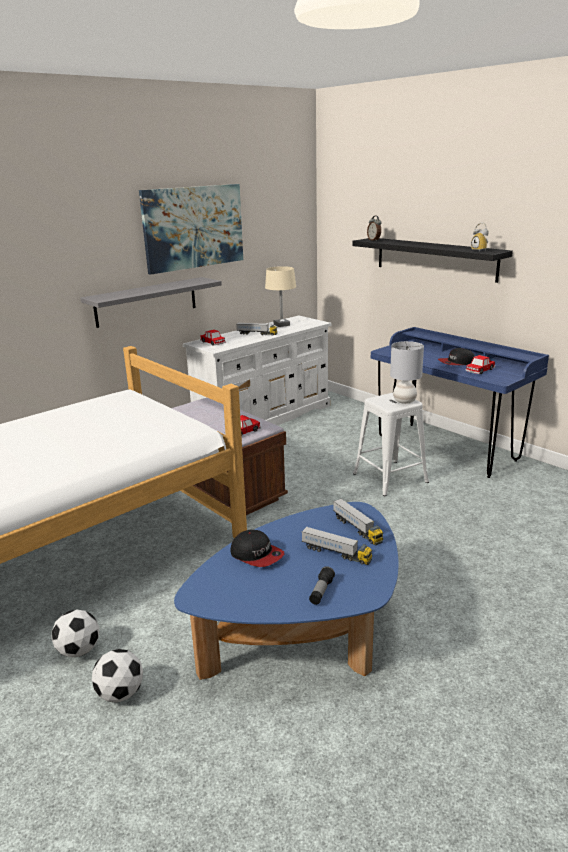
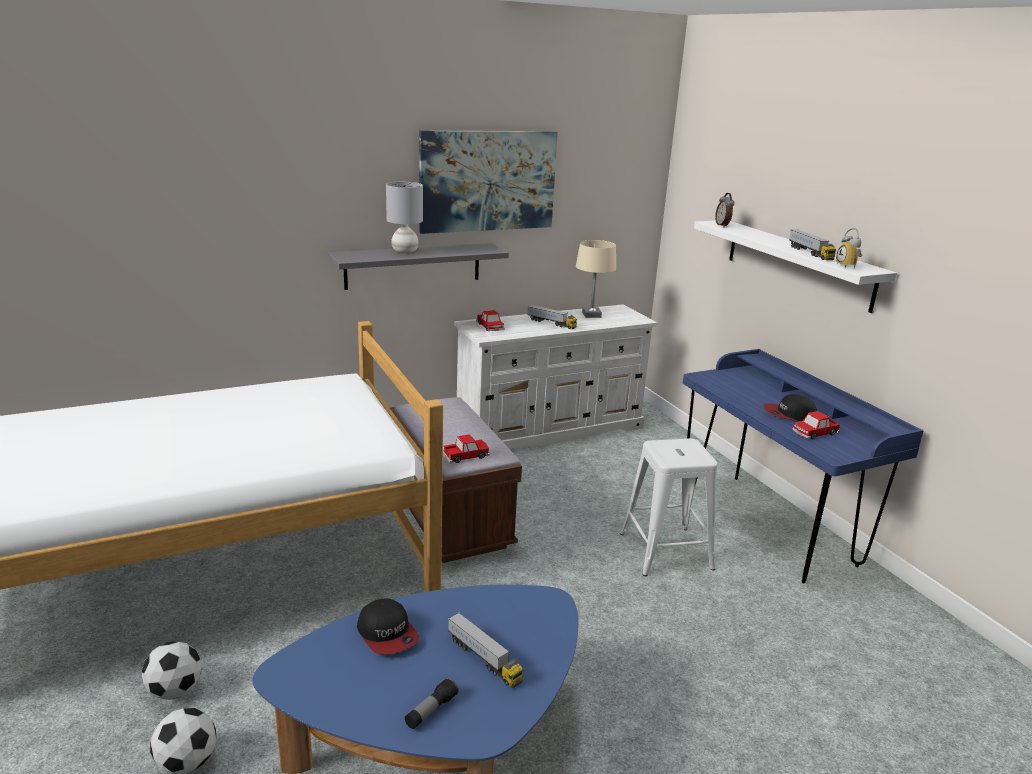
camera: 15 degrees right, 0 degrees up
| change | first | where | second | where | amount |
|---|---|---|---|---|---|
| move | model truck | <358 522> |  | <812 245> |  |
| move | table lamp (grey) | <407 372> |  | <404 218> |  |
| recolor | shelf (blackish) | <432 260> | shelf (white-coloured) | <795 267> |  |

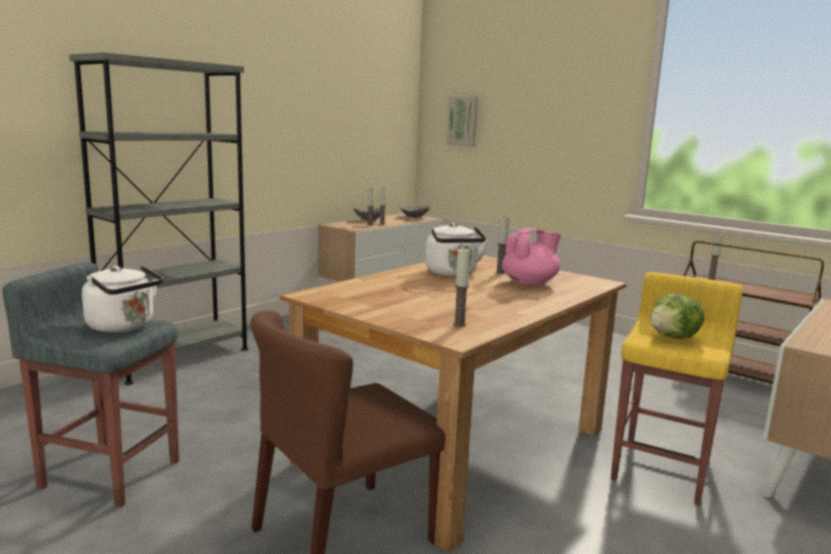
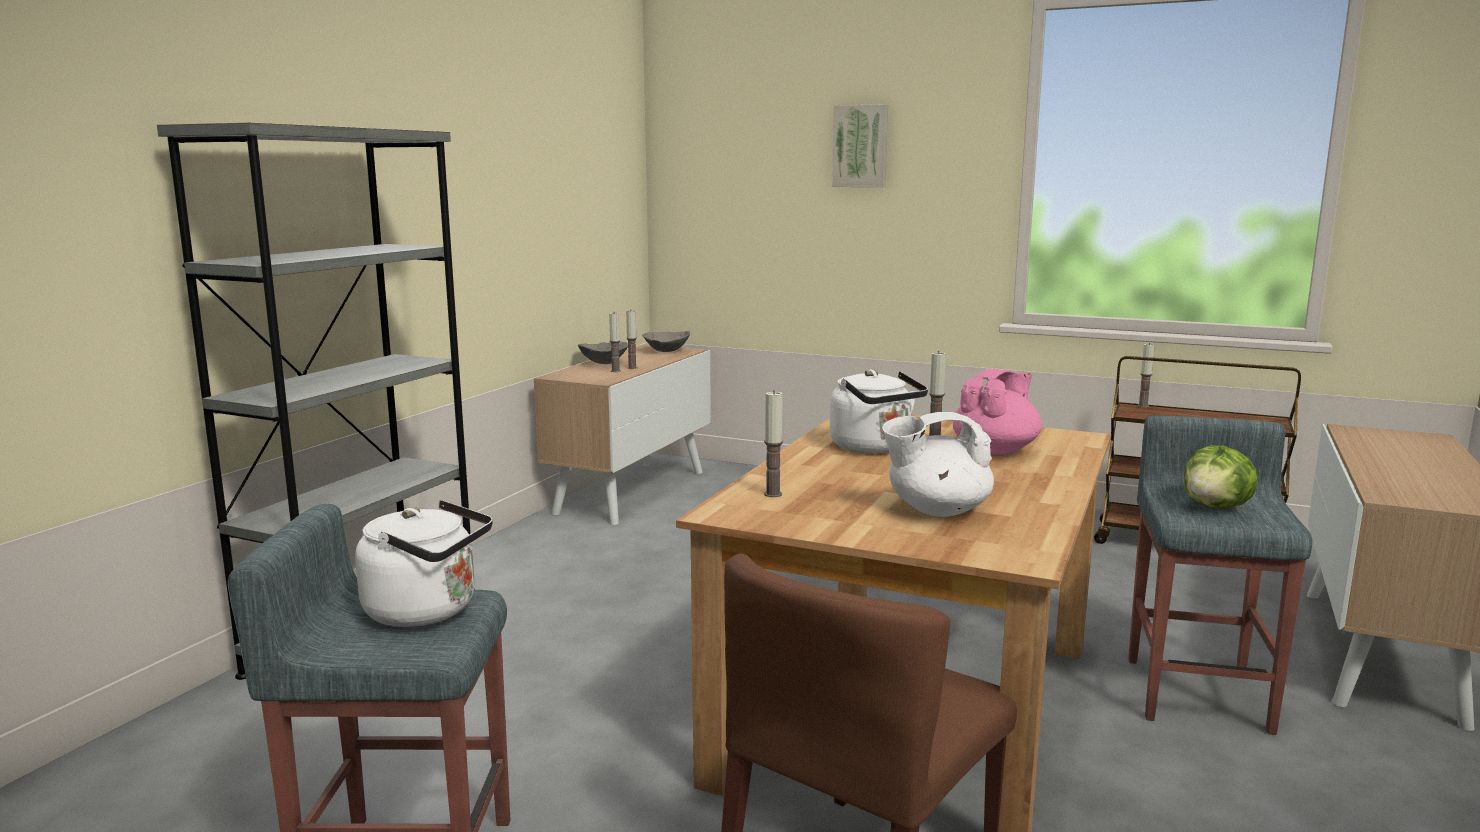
camera: 15 degrees left, 0 degrees up
| change | first | where | second | where | amount |
|---|---|---|---|---|---|
| insert |  |  | teapot (white-coloured) | <938 464> |  |
| move | wall picture | <462 122> |  | <860 145> |  |
| move | candle | <461 288> |  | <773 443> |  |
| recolor | sitting stool (yellowish) | <677 388> | sitting stool (grey) | <1220 575> |  |

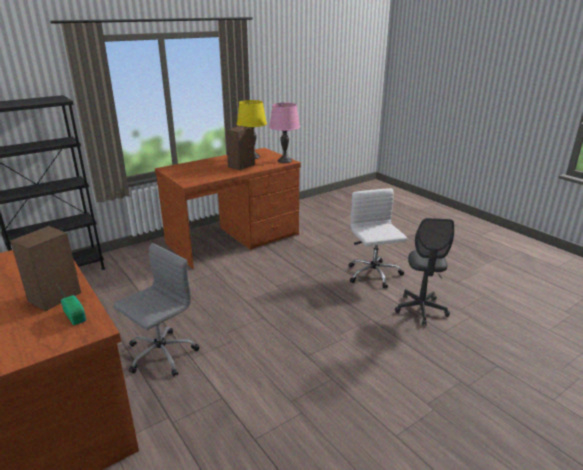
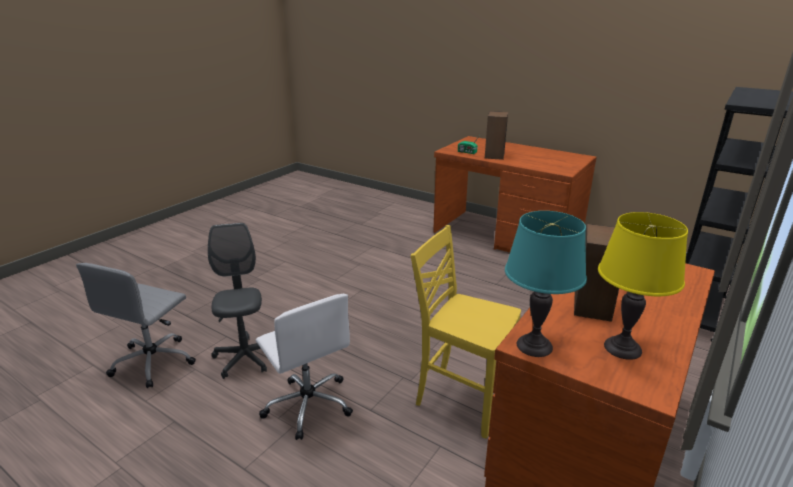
camera: 160 degrees right, 0 degrees up
| change | first | where | second | where | amount |
|---|---|---|---|---|---|
| insert |  |  | upright chair (yellowish) | <466 332> |  |
| move | desk chair (grey) | <156 309> |  | <136 325> |  |
| recolor | table lamp (pinkish) | <284 133> | table lamp (turquoise) | <546 284> |  |

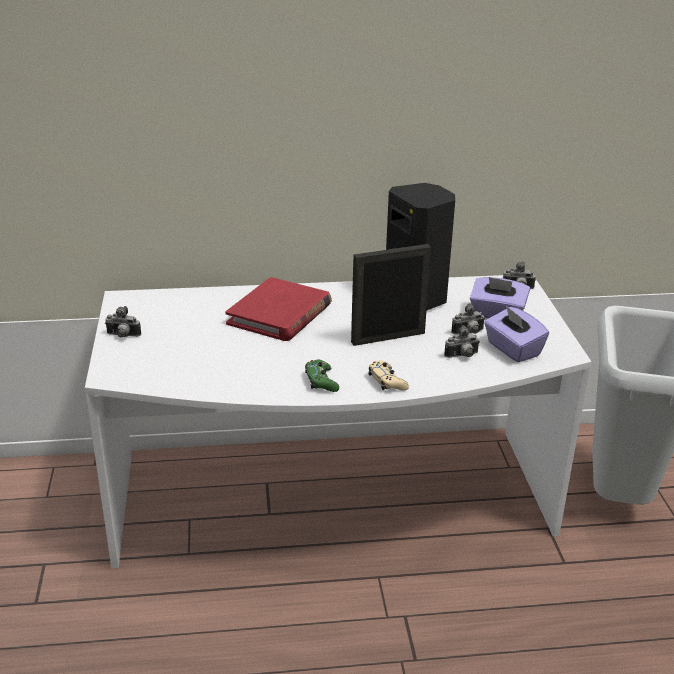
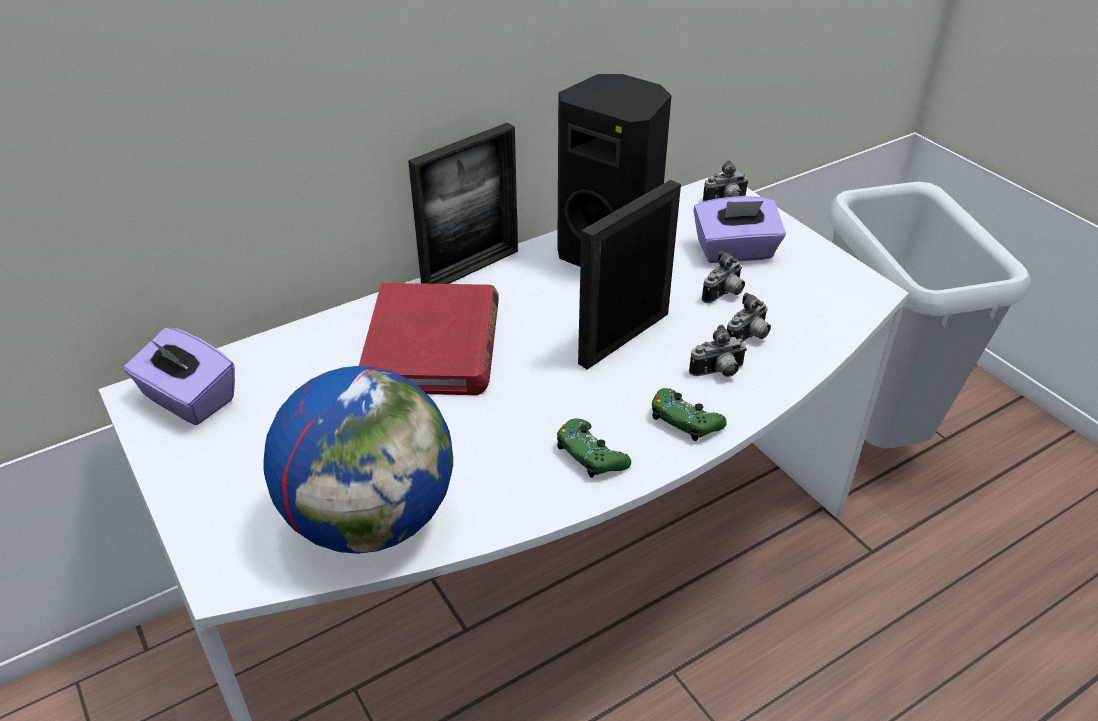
camera: 25 degrees left, 10 degrees up
| change | first | where | second | where | amount |
|---|---|---|---|---|---|
| insert |  |  | world globe | <358 460> |  |
| insert |  |  | photo frame | <463 203> |  |
| move | photo camera | <123 322> |  | <718 351> |  |
| move | tissue box (purple) | <516 334> |  | <179 376> |  |
| recolor | joypad (sand-coloured) | <389 375> | joypad (green-coloured) | <689 414> |  |

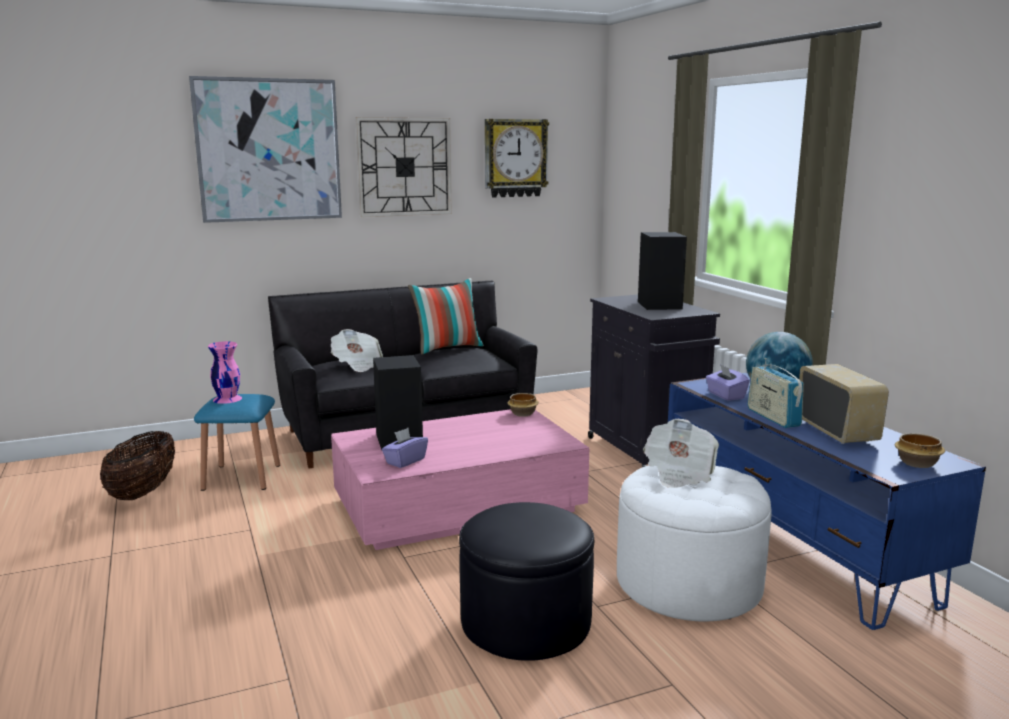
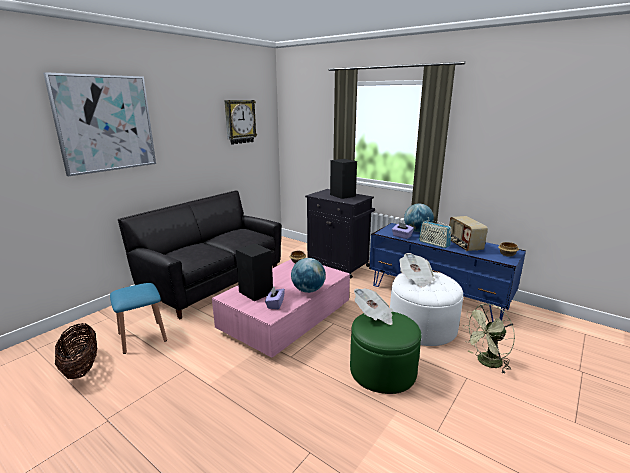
camera: 30 degrees left, 5 degrees up
| change | first | where | second | where | amount |
|---|---|---|---|---|---|
| delete | flower vase (pinkish) | <225 372> |  |  |  |
| delete | hanging clock | <403 167> |  |  |  |
| delete | cushion | <446 316> |  |  |  |
| insert |  |  | world globe | <308 275> |  |
| insert |  |  | electric fan (green-coloured) | <488 339> |  |
| move | printed paper | <357 350> |  | <373 306> |  |
| recolor | pouffe (blackish) | <526 581> | pouffe (green-coloured) | <385 353> |  |
| rotate | radio receiver | <844 404> |  | <468 234> | 150 degrees counterclockwise |

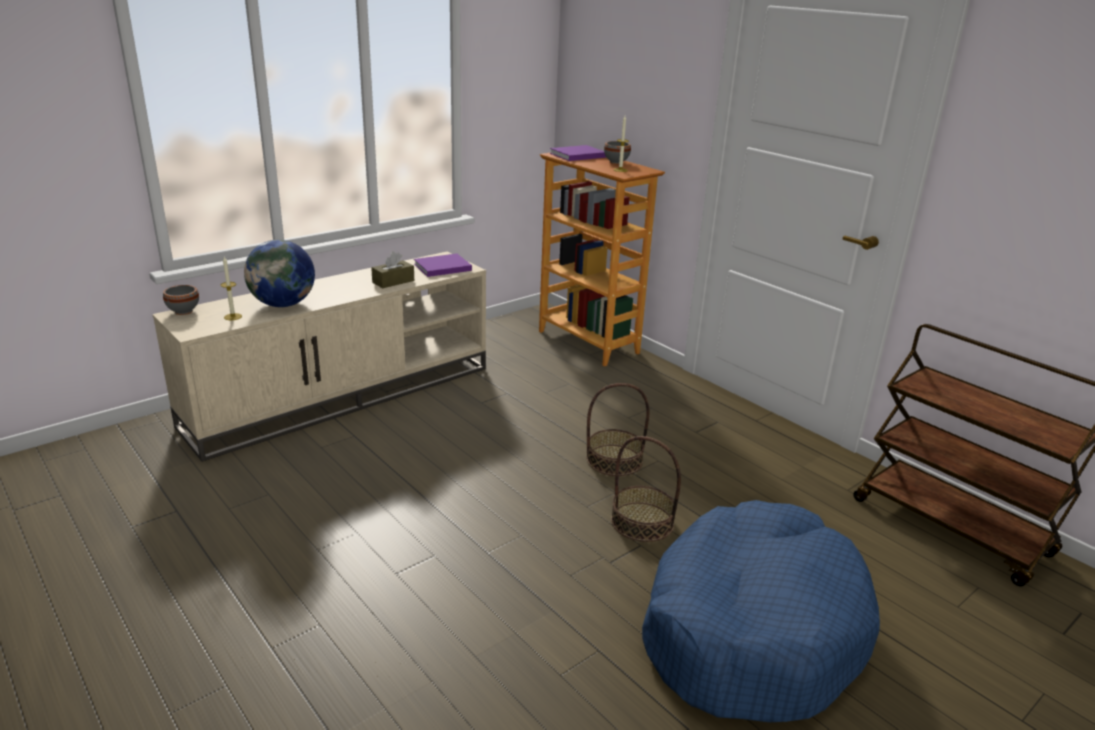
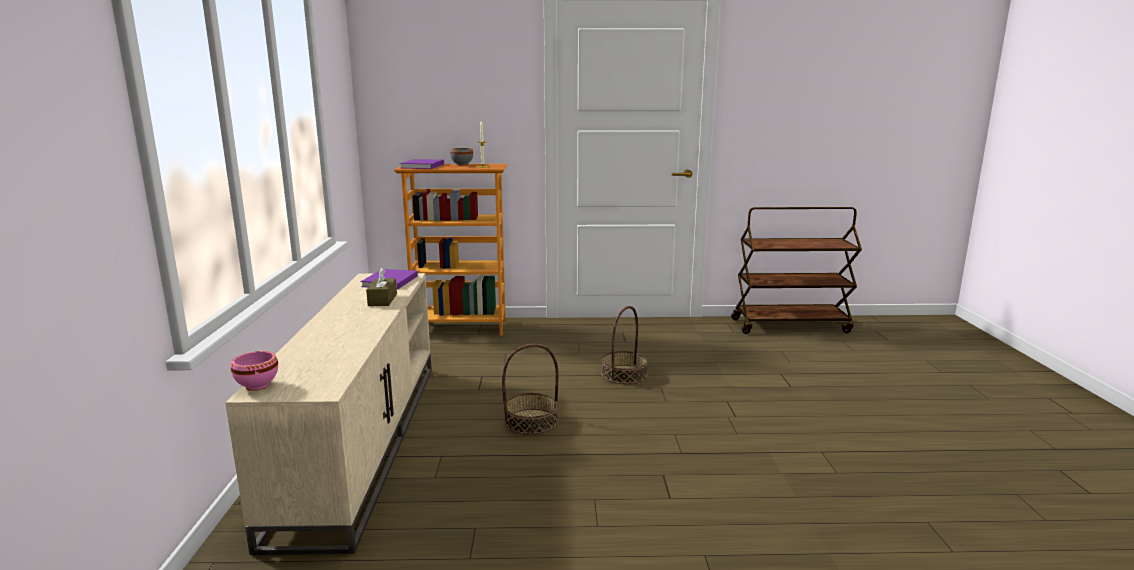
camera: 50 degrees left, 10 degrees down
| change | first | where | second | where | amount |
|---|---|---|---|---|---|
| delete | candle | <231 288> |  |  |  |
| delete | world globe | <279 273> |  |  |  |
| delete | pet bed (blue-coloured) | <761 611> |  |  |  |
| move | basket | <646 489> |  | <530 389> |  |
| recolor | deep dish (grey) | <181 300> | deep dish (pinkish) | <254 371> |  |

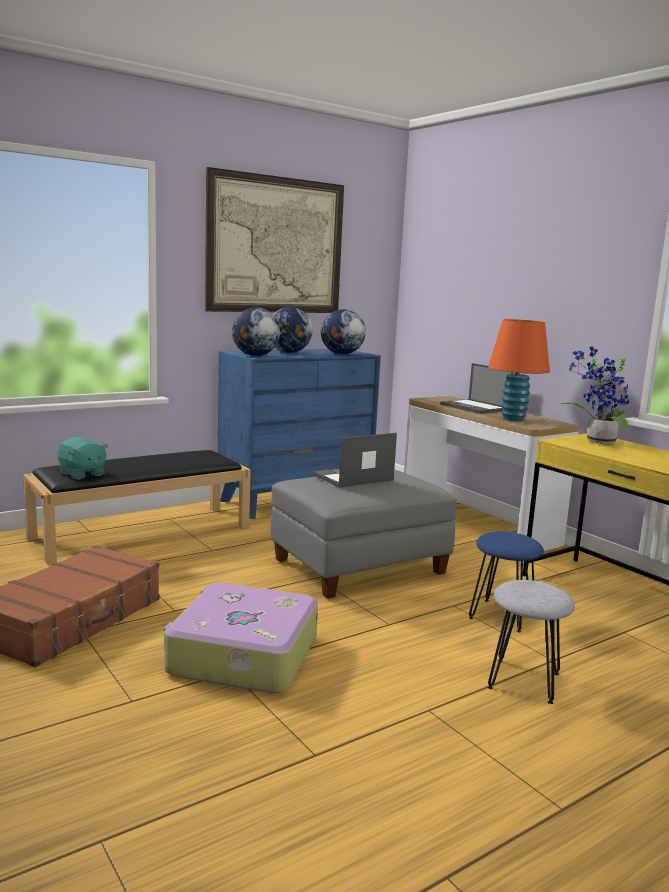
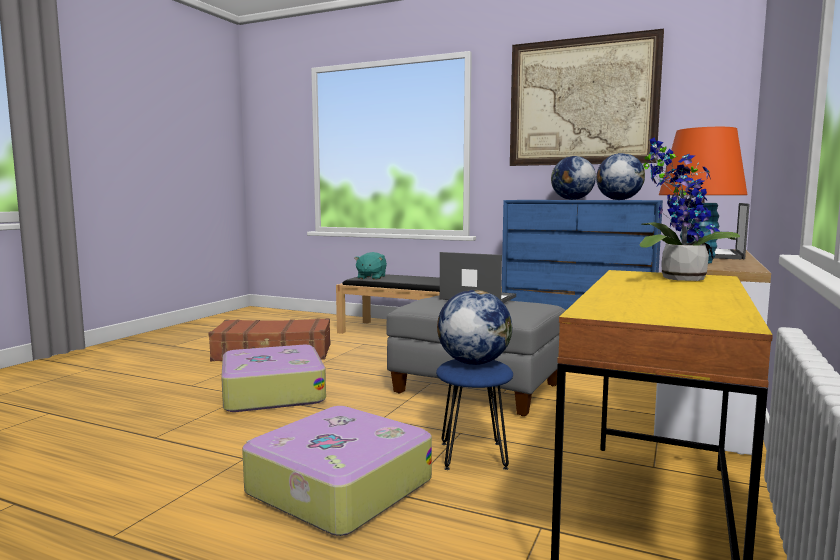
camera: 60 degrees right, 5 degrees down
| change | first | where | second | where | amount |
|---|---|---|---|---|---|
| move | world globe | <256 332> |  | <474 327> |  |
| replace | sitting stool (grey) | <531 642> | suitcase | <337 471> |  |

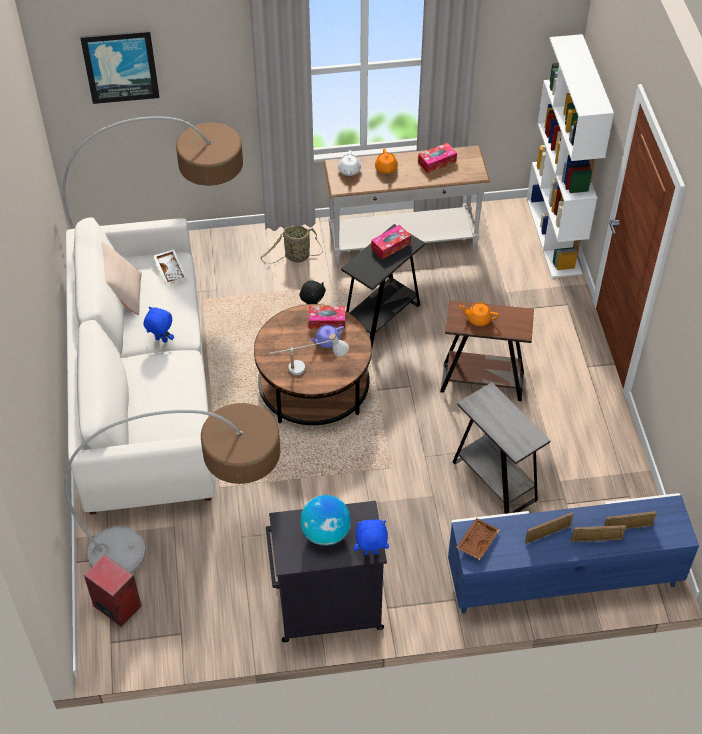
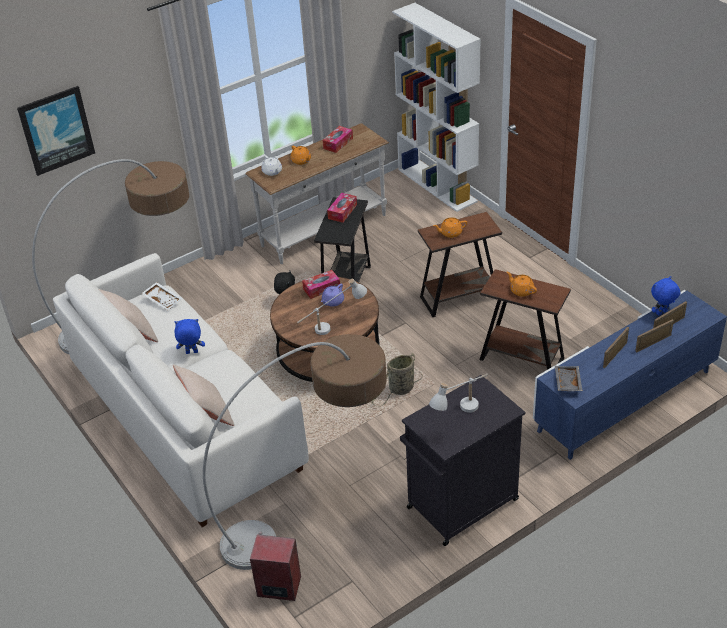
camera: 25 degrees left, 10 degrees down
| change | first | where | second | where | amount |
|---|---|---|---|---|---|
| insert |  |  | cushion (sand-coloured) | <203 395> |  |
| insert |  |  | teapot (orange-coloured) | <522 284> |  |
| move | basket | <291 244> |  | <396 380> |  |
| move | plush toy (blue-coloured) | <371 537> |  | <665 296> |  |
| replace | world globe | <325 520> | table lamp (white-coloured) | <458 393> |  |
| recolor | side table (grey) | <502 448> | side table (brown) | <525 319> |  |
| recolor | carrying tray (brown) | <477 539> | carrying tray (grey) | <569 378> |  |

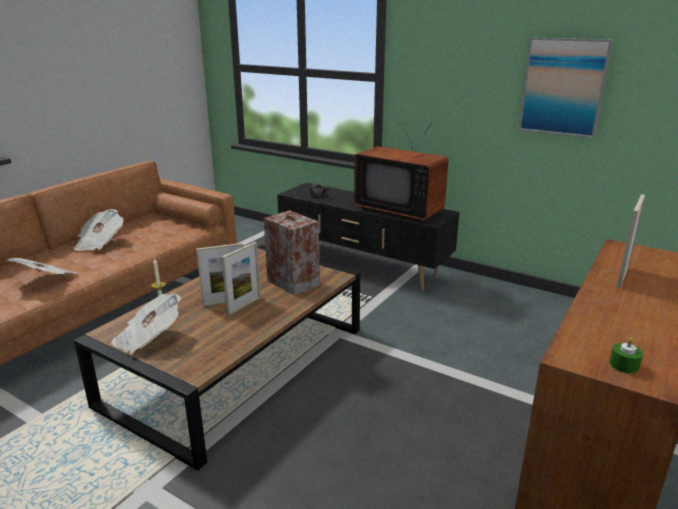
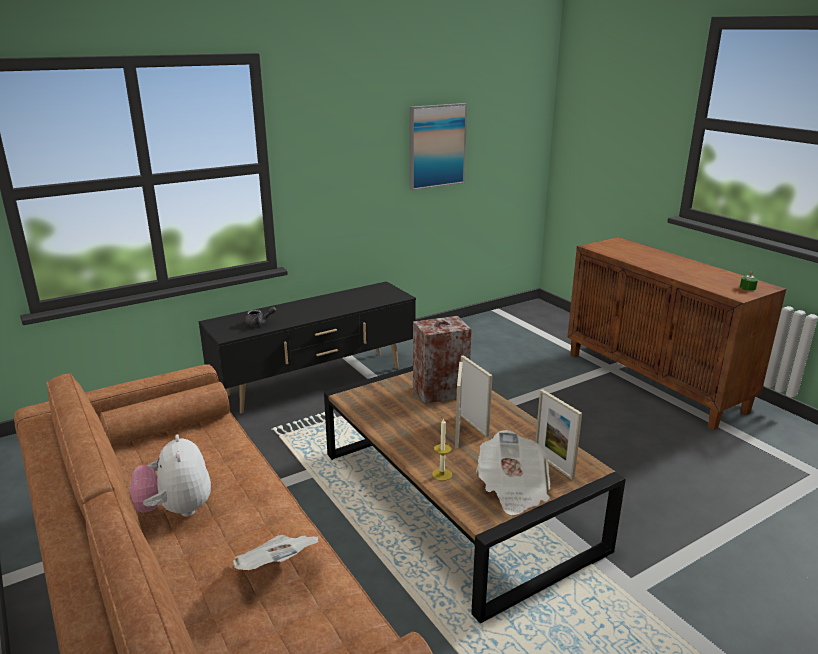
camera: 65 degrees left, 0 degrees up
| change | first | where | second | where | amount |
|---|---|---|---|---|---|
| delete | TV set | <401 171> |  |  |  |
| move | photo frame | <630 241> |  | <558 434> |  |
| replace | printed paper | <99 230> | plush toy | <170 475> |  |

